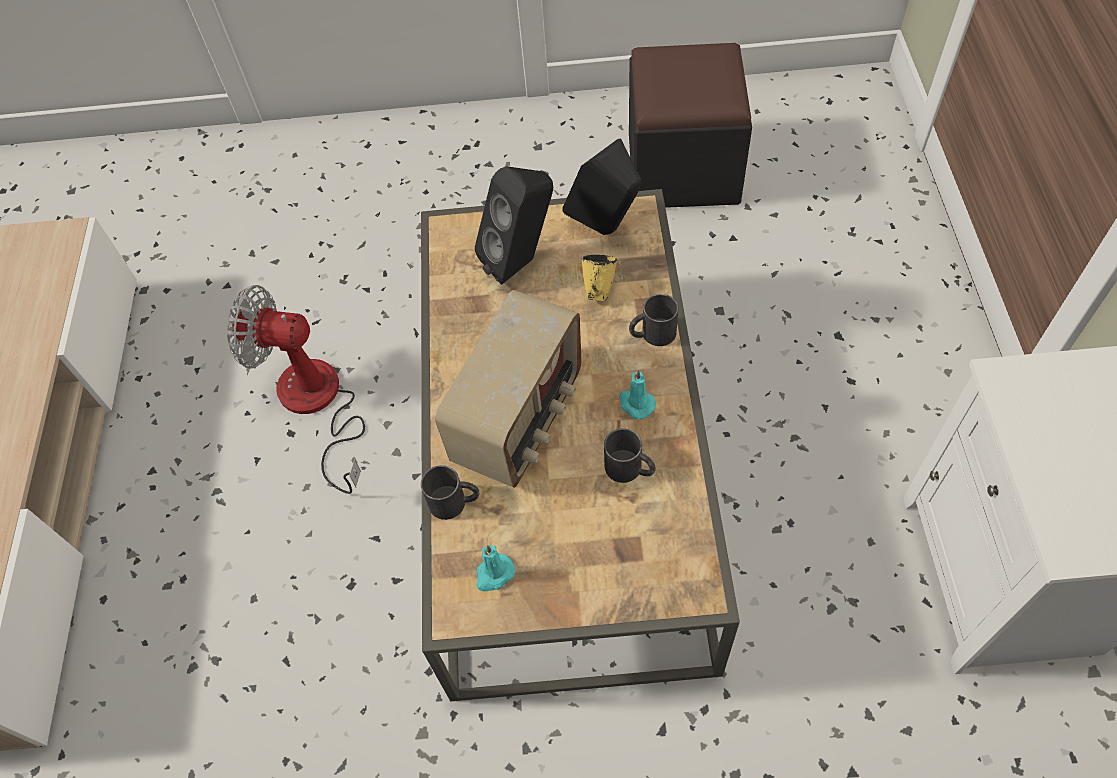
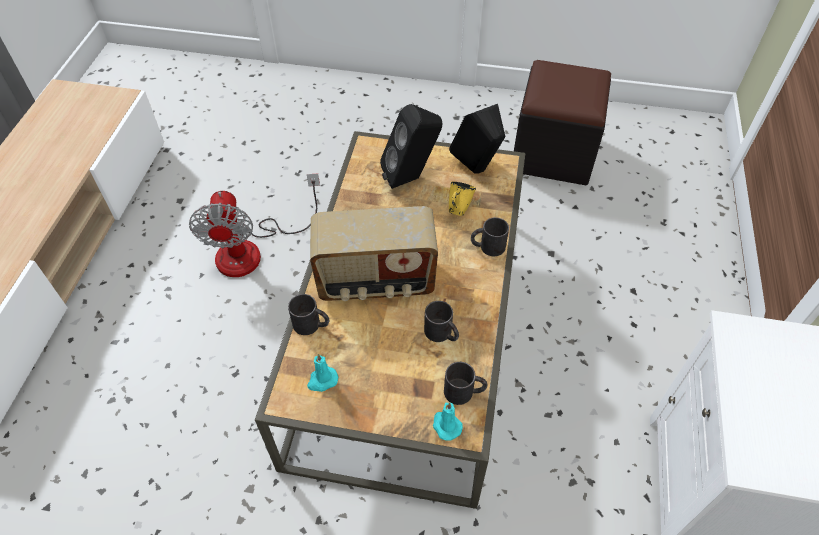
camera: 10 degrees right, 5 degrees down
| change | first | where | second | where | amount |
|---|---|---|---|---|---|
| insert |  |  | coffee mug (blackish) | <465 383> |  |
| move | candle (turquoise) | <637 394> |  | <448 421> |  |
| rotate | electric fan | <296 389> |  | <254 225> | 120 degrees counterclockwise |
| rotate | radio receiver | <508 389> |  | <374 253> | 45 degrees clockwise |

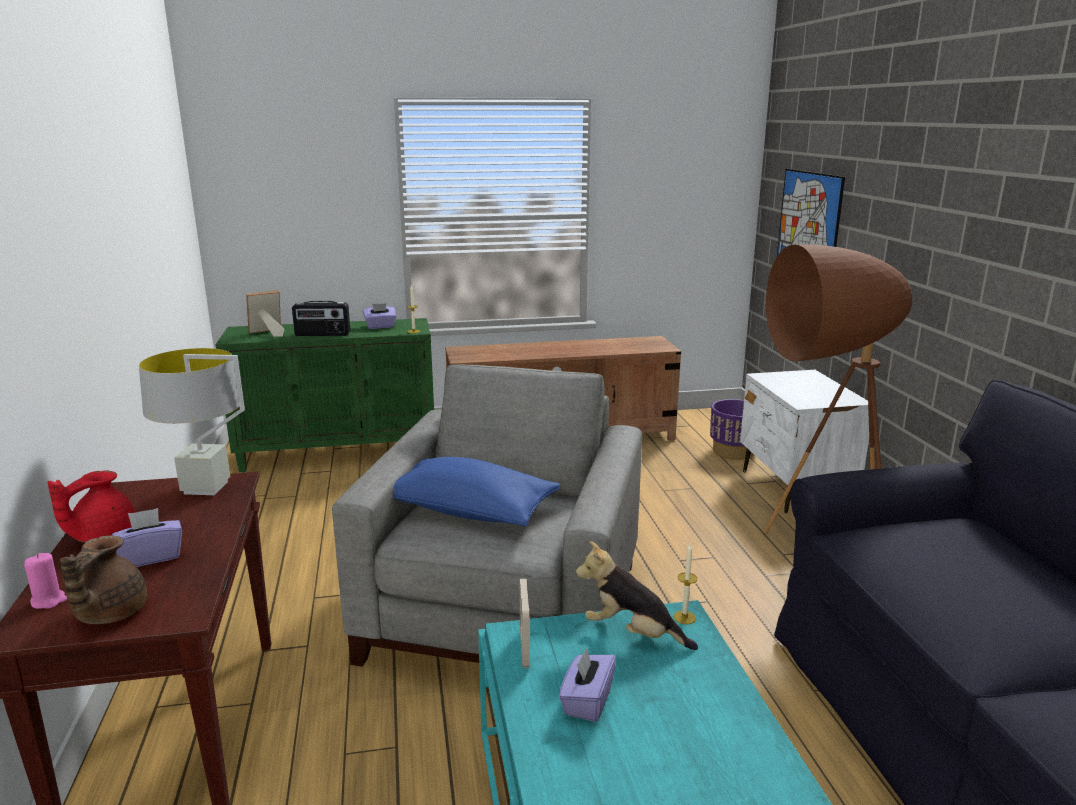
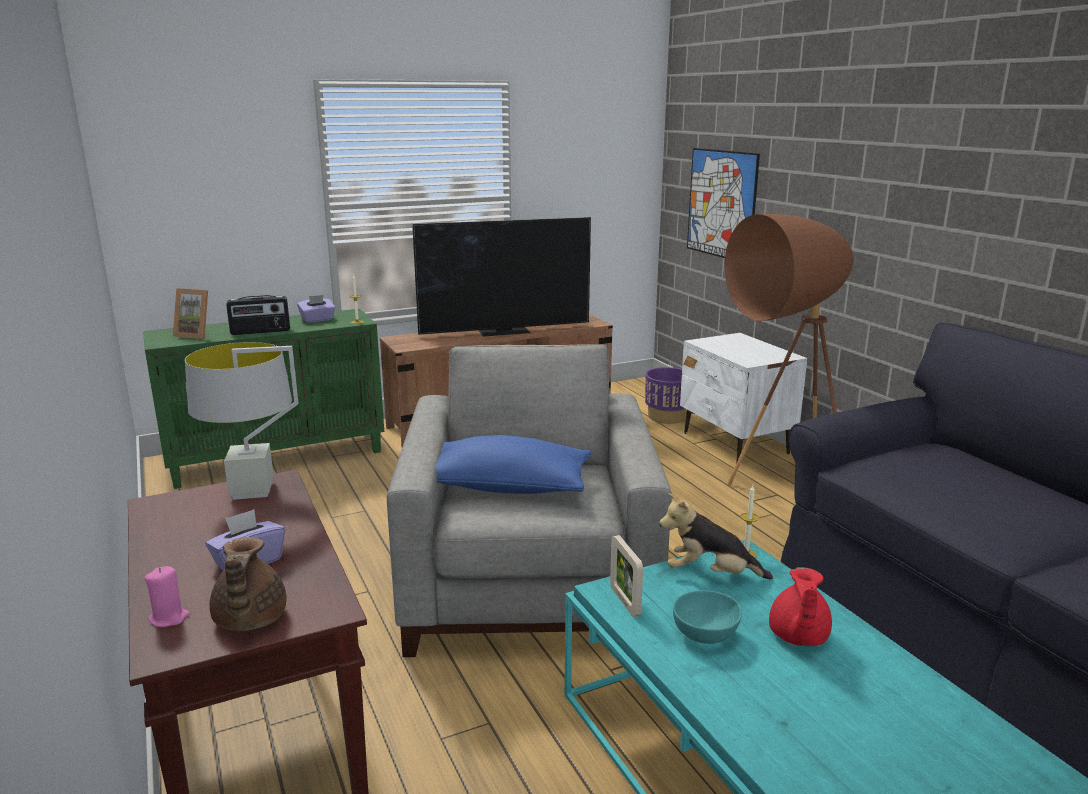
camera: 15 degrees left, 0 degrees up
| change | first | where | second | where | amount |
|---|---|---|---|---|---|
| insert |  |  | TV set | <501 277> |  |
| move | teapot (reddish) | <91 506> |  | <800 606> |  |
| replace | tissue box (purple) | <587 684> | deep dish (turquoise) | <707 617> |  |
| rotate | photo frame | <265 313> |  | <190 313> | 120 degrees counterclockwise |

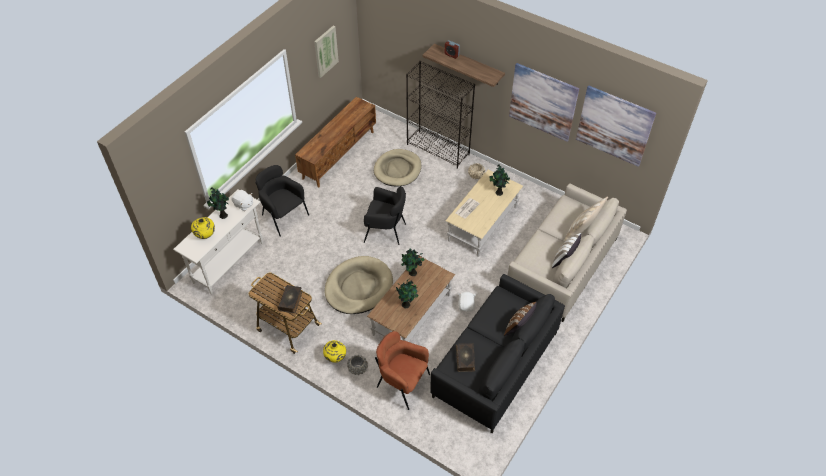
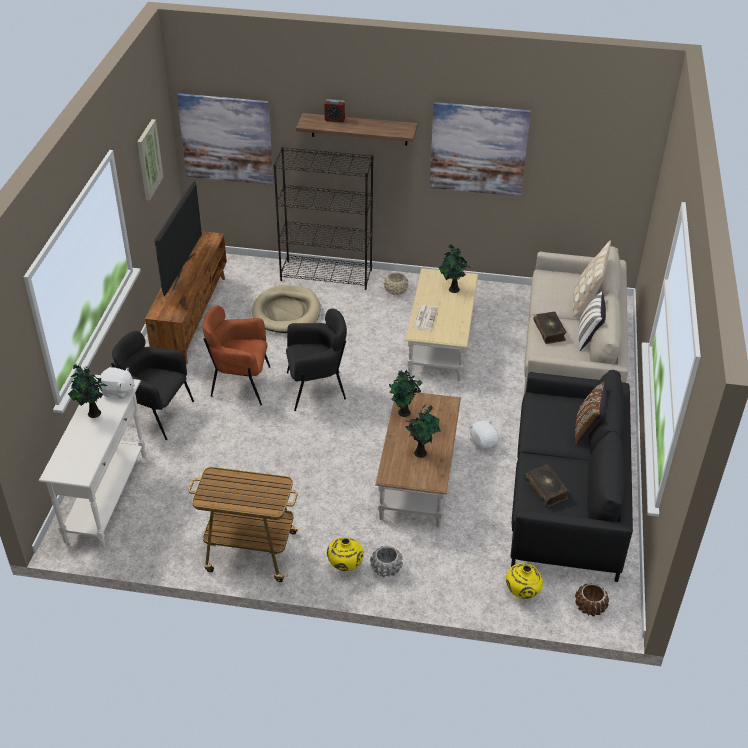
camera: 25 degrees left, 10 degrees down
| change | first | where | second | where | amount |
|---|---|---|---|---|---|
| delete | pet bed (sand-coloured) | <358 285> |  |  |  |
| insert |  |  | TV set | <178 238> |  |
| insert |  |  | planter (brown) | <592 599> |  |
| move | flower vase (yellowish) | <203 228> |  | <524 581> |  |
| move | volume | <290 299> |  | <550 328> |  |
| move | armchair (brown) | <402 370> |  | <236 355> |  |
| move | wall picture | <616 126> |  | <225 139> |  |

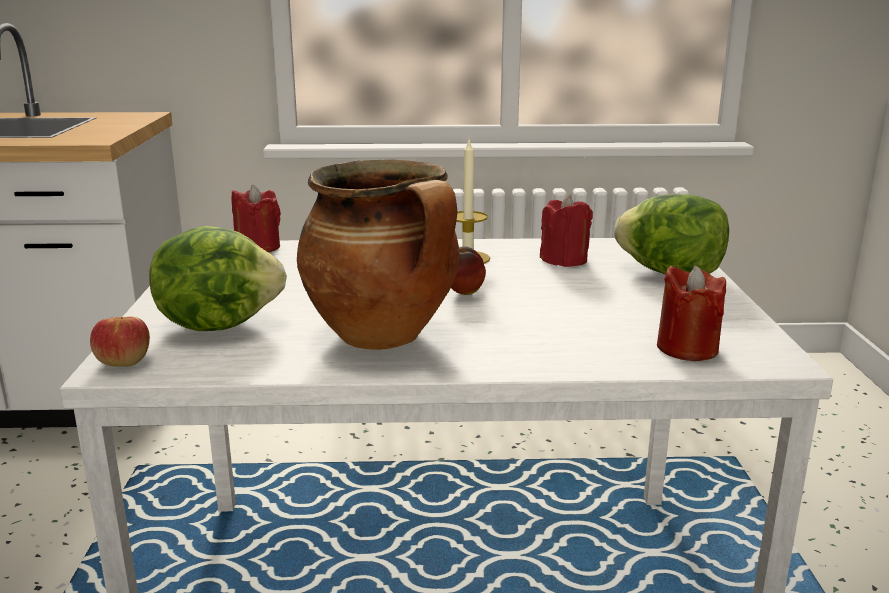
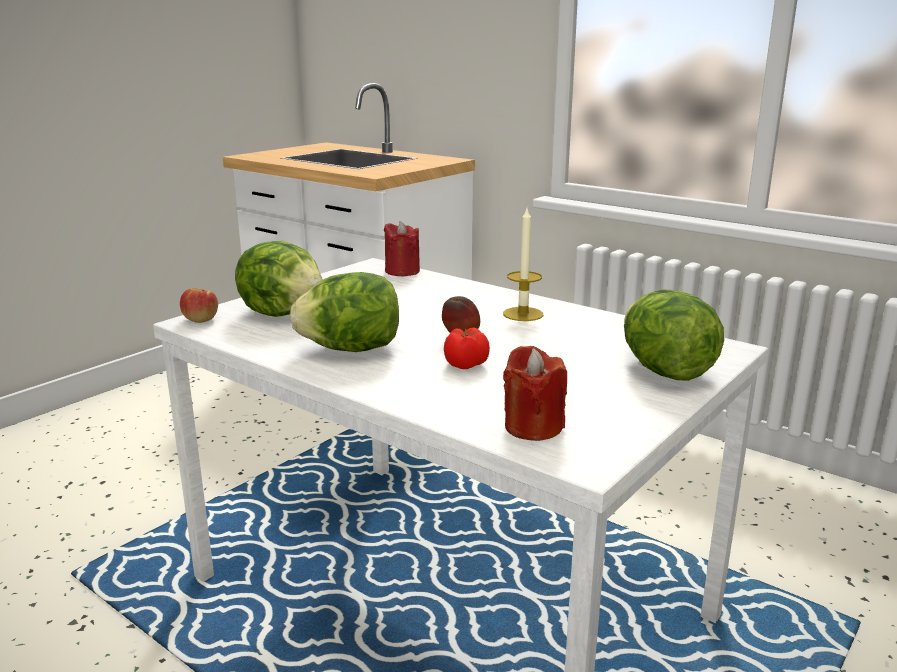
camera: 40 degrees right, 0 degrees up
| change | first | where | second | where | amount |
|---|---|---|---|---|---|
| delete | candle (reddish) | <566 230> |  |  |  |
| insert |  |  | whole tomato | <467 348> |  |
| replace | stockpot | <378 255> | lettuce head | <344 312> |  |

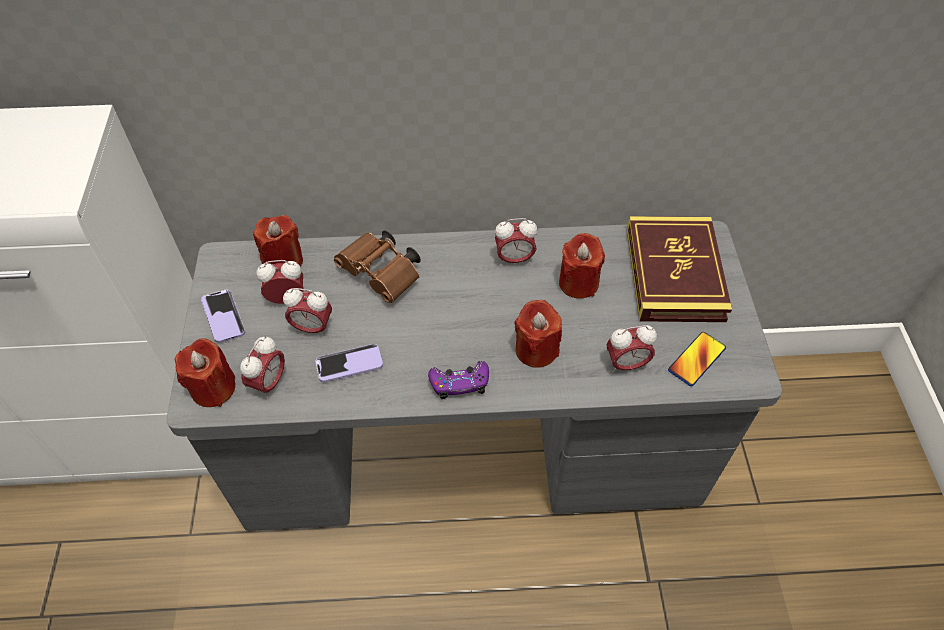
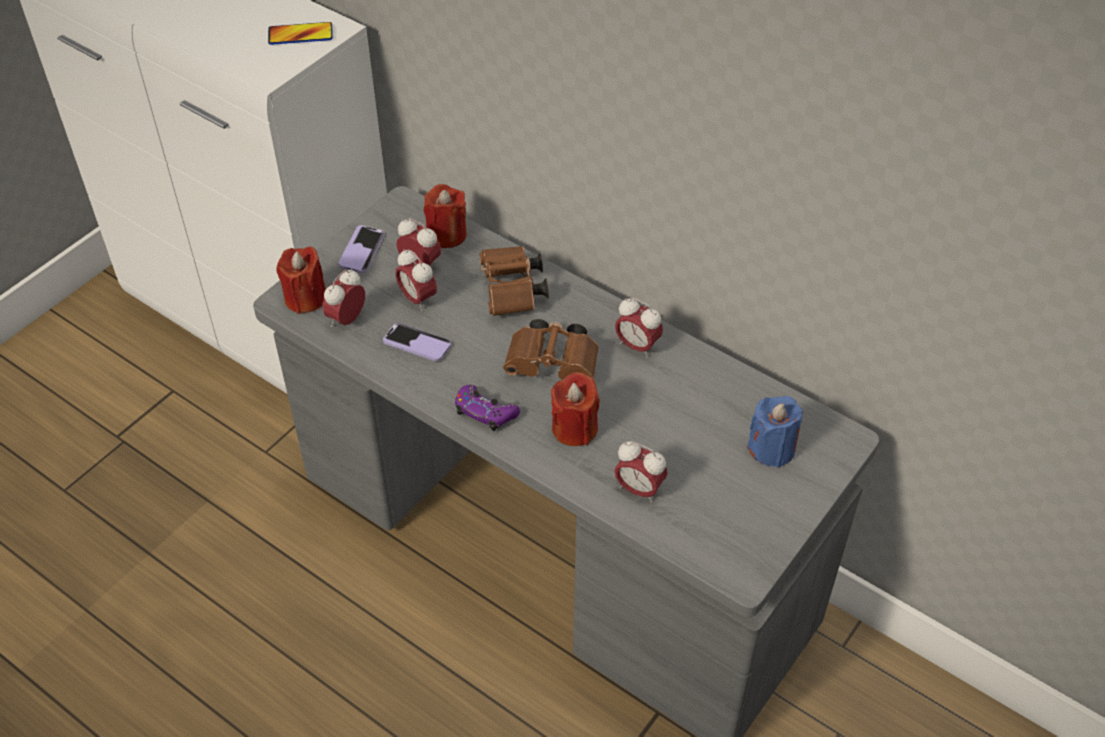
camera: 40 degrees right, 5 degrees down
| change | first | where | second | where | amount |
|---|---|---|---|---|---|
| delete | candle (reddish) | <582 266> |  |  |  |
| insert |  |  | pair of binoculars (brown) | <551 349> |  |
| move | handset | <697 359> |  | <300 33> |  |
| replace | volume | <679 269> | candle (blue-coloured) | <775 432> |  |
| rotate | table clock | <262 367> |  | <344 298> | 150 degrees clockwise |

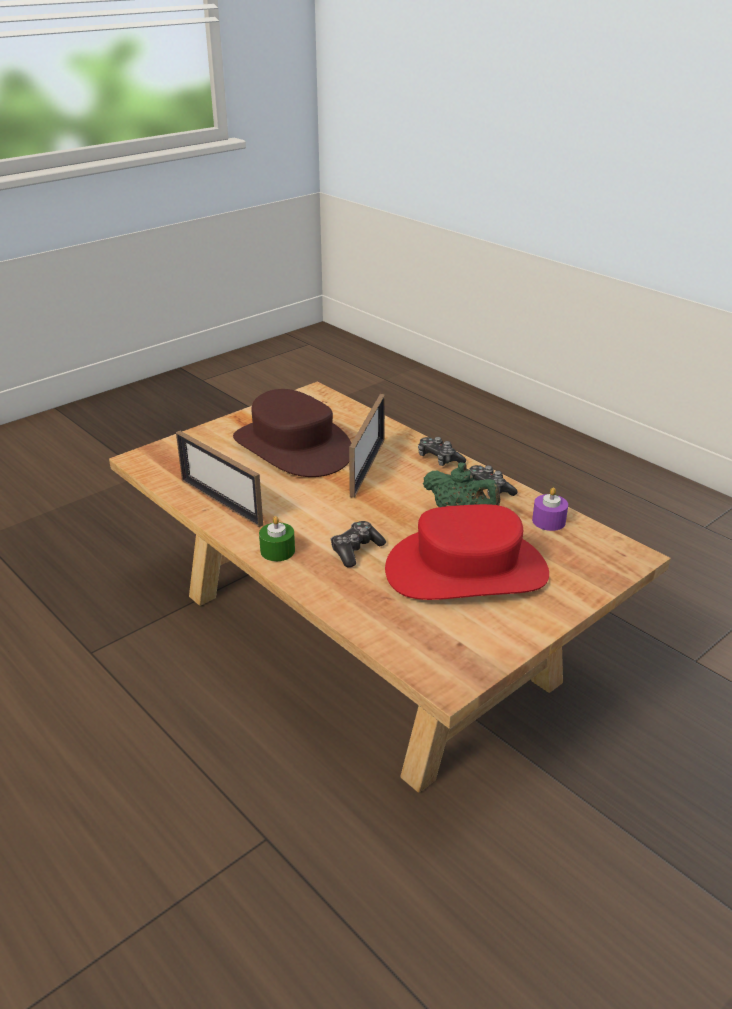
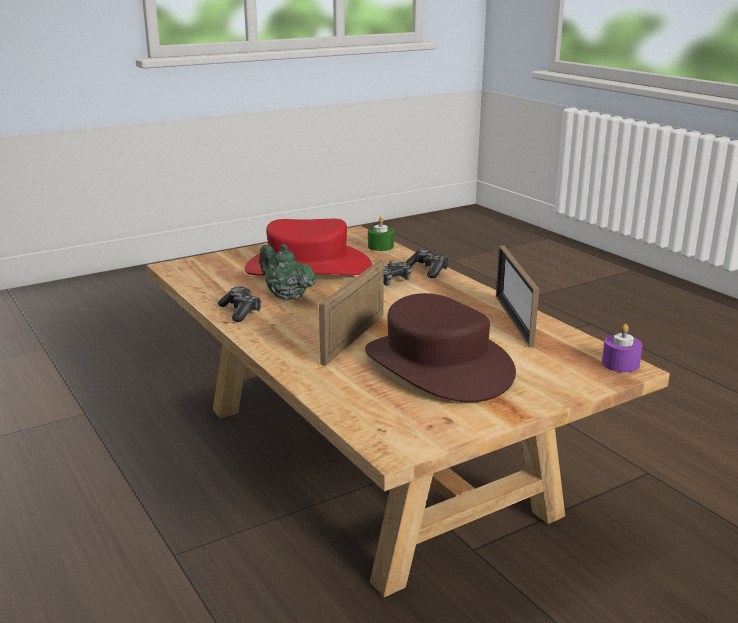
camera: 170 degrees left, 10 degrees down
| change | first | where | second | where | amount |
|---|---|---|---|---|---|
| move | candle (green-coloured) | <277 538> |  | <381 234> |  |
| move | joypad | <442 451> |  | <427 263> |  |
| move | candle (purple) | <550 509> |  | <622 348> |  |
| rotate | photo frame | <219 479> |  | <517 296> | 150 degrees counterclockwise |

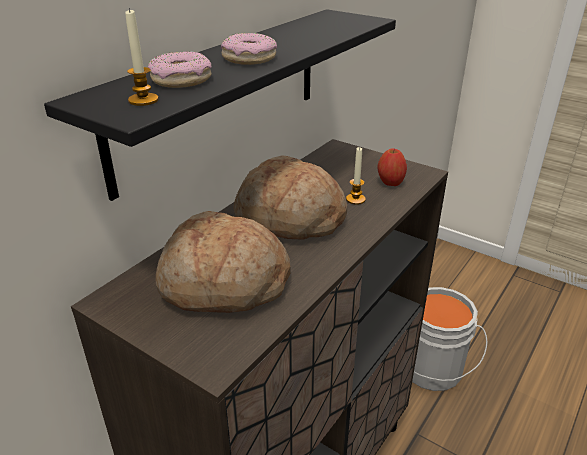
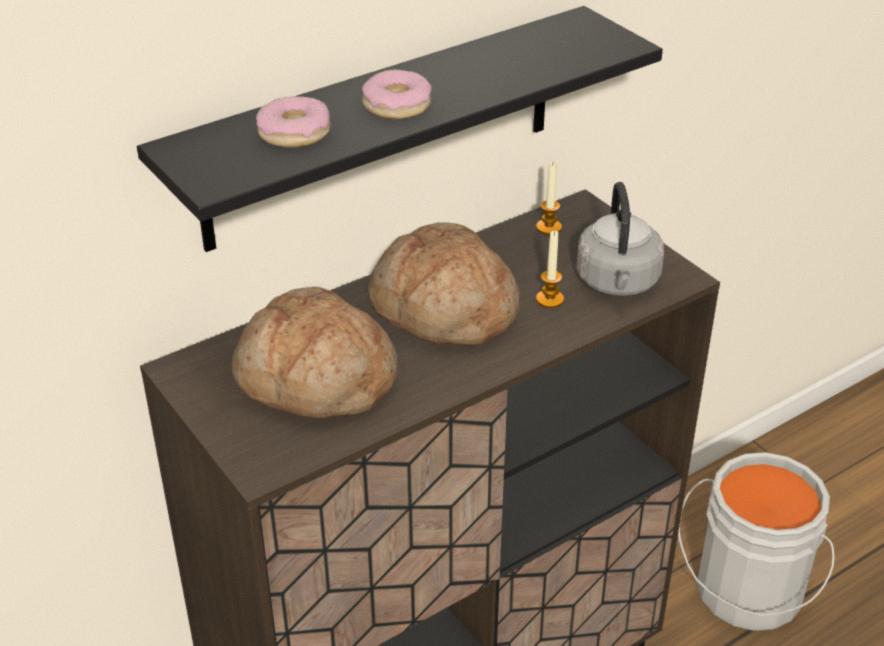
camera: 20 degrees right, 5 degrees up
| change | first | where | second | where | amount |
|---|---|---|---|---|---|
| move | candle | <142 57> |  | <549 198> |  |
| replace | whole apple | <392 167> | water kettle (grey) | <620 239> |  |

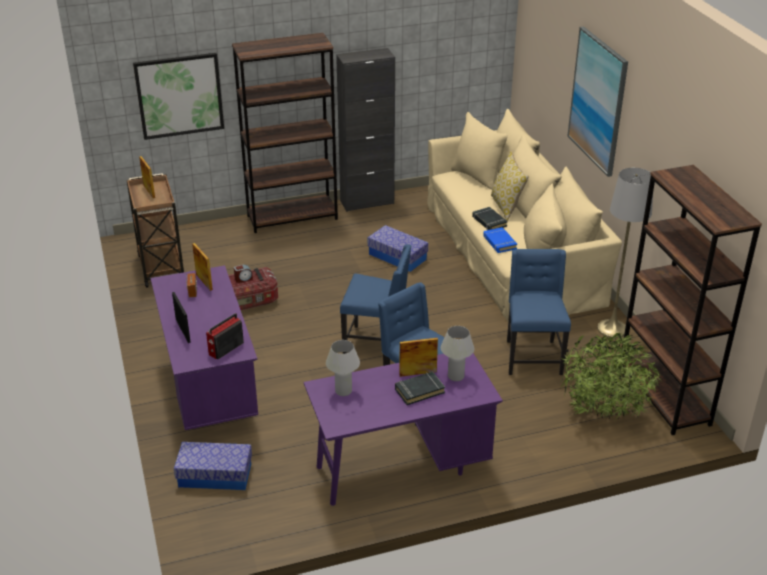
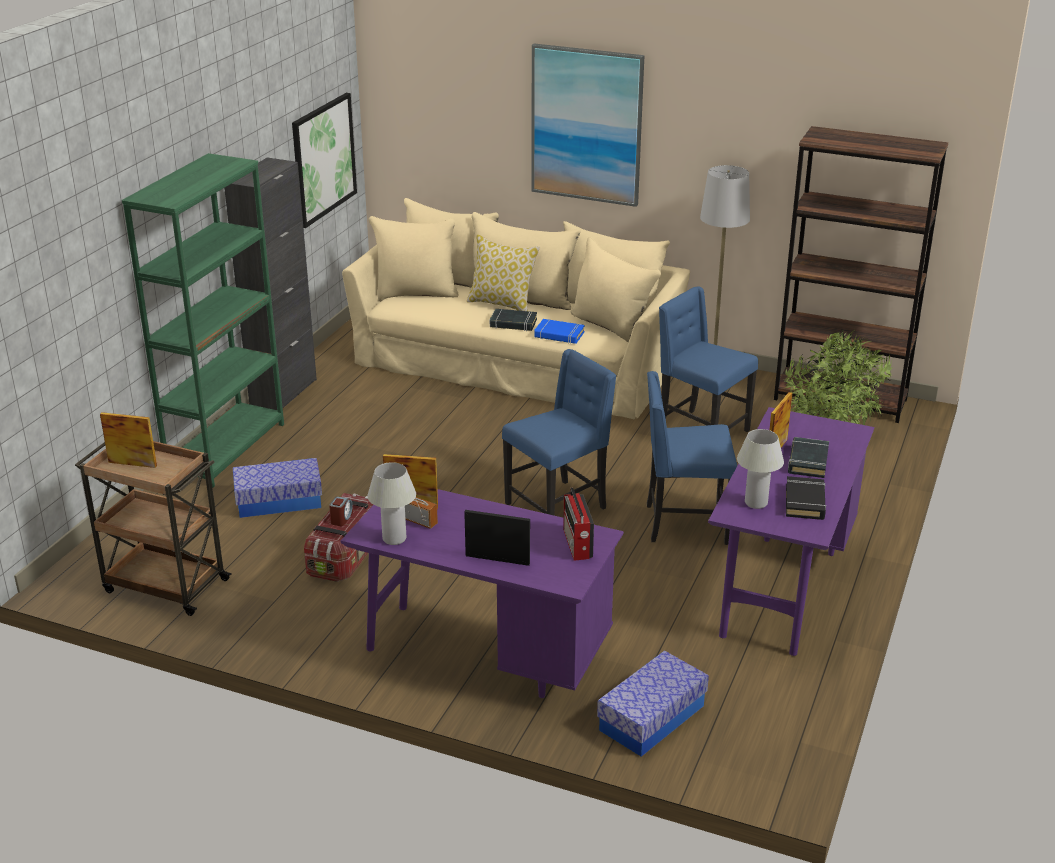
camera: 50 degrees left, 5 degrees down
| change | first | where | second | where | amount |
|---|---|---|---|---|---|
| insert |  |  | volume (blackish) | <806 498> |  |
| move | wall picture | <178 96> |  | <324 160> |  |
| move | storage box | <398 248> |  | <277 488> |  |
| move | table lamp (white-coloured) | <457 353> |  | <391 503> |  |
| recolor | bookcase (brown) | <285 133> | bookcase (green-coloured) | <203 320> |  |

